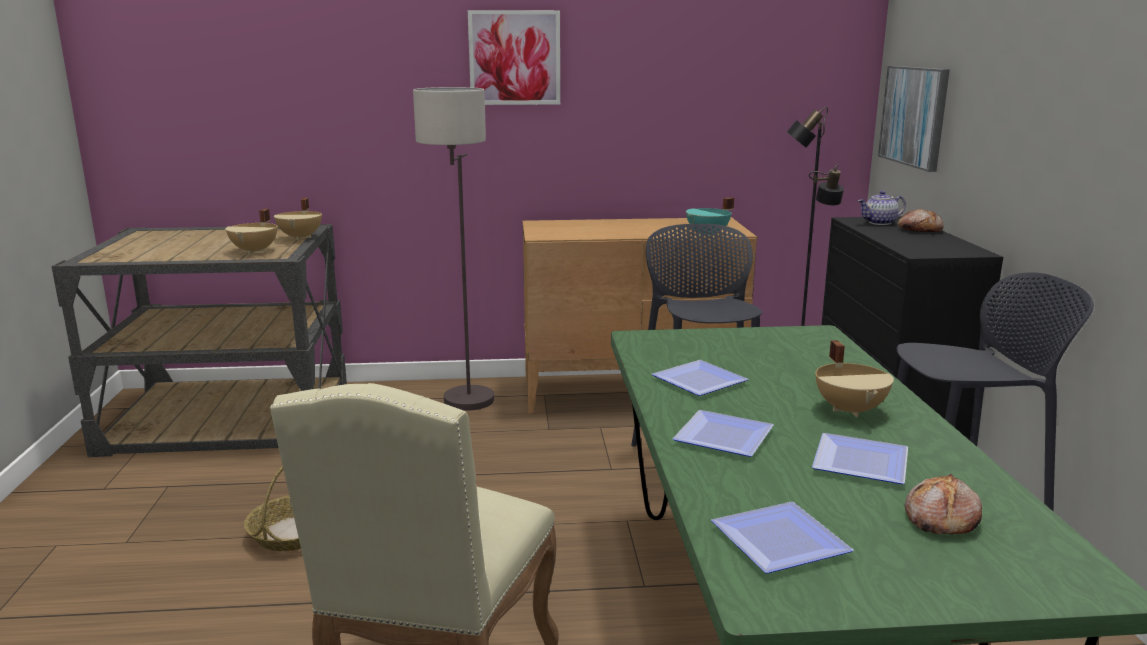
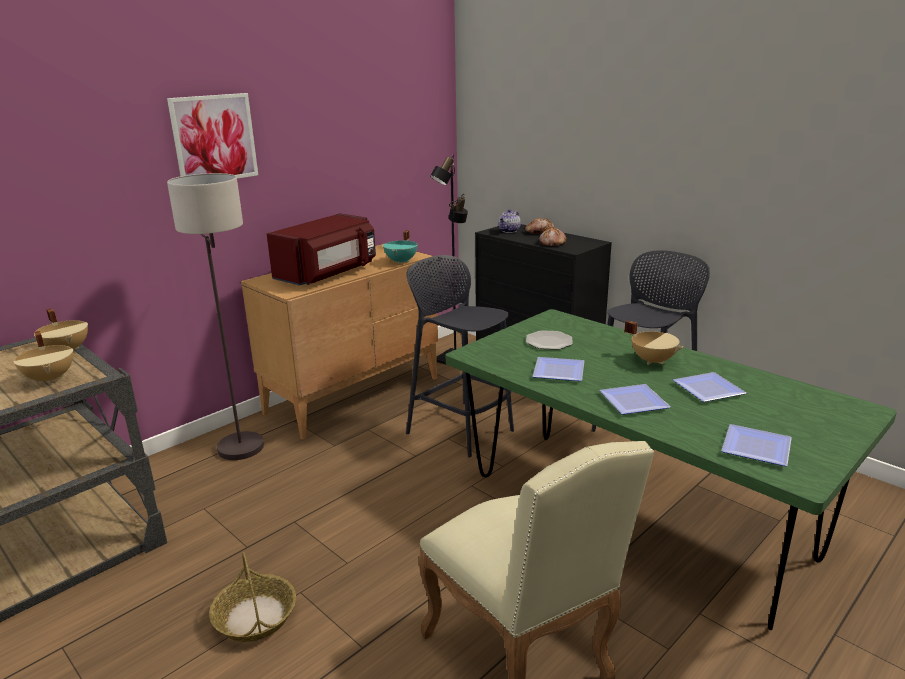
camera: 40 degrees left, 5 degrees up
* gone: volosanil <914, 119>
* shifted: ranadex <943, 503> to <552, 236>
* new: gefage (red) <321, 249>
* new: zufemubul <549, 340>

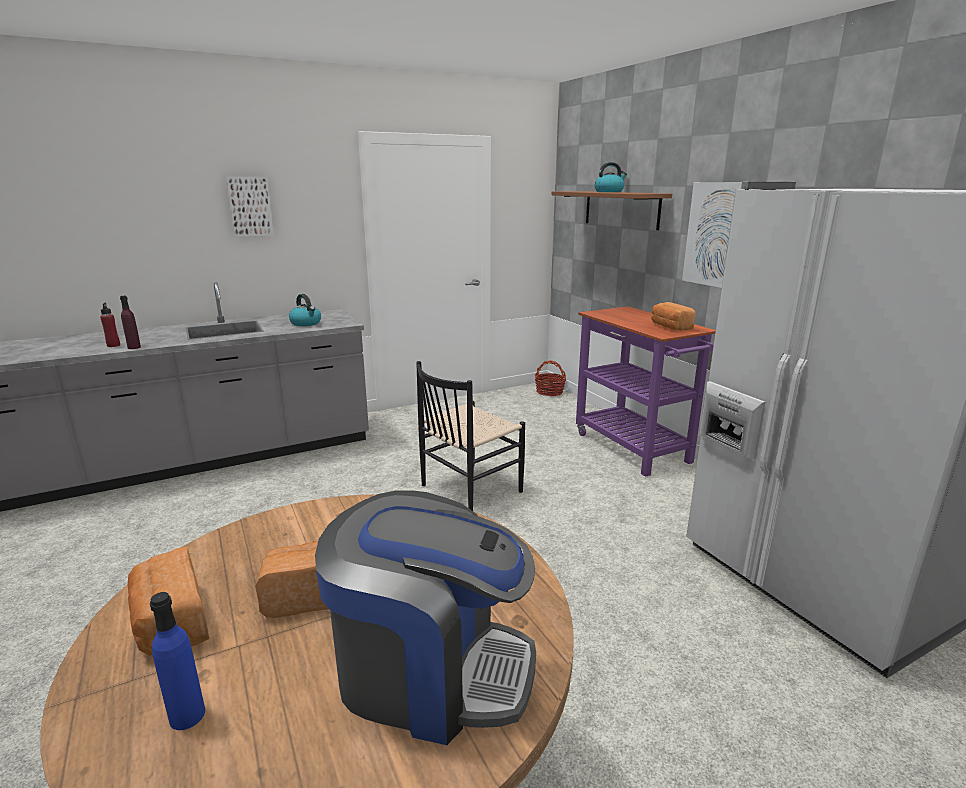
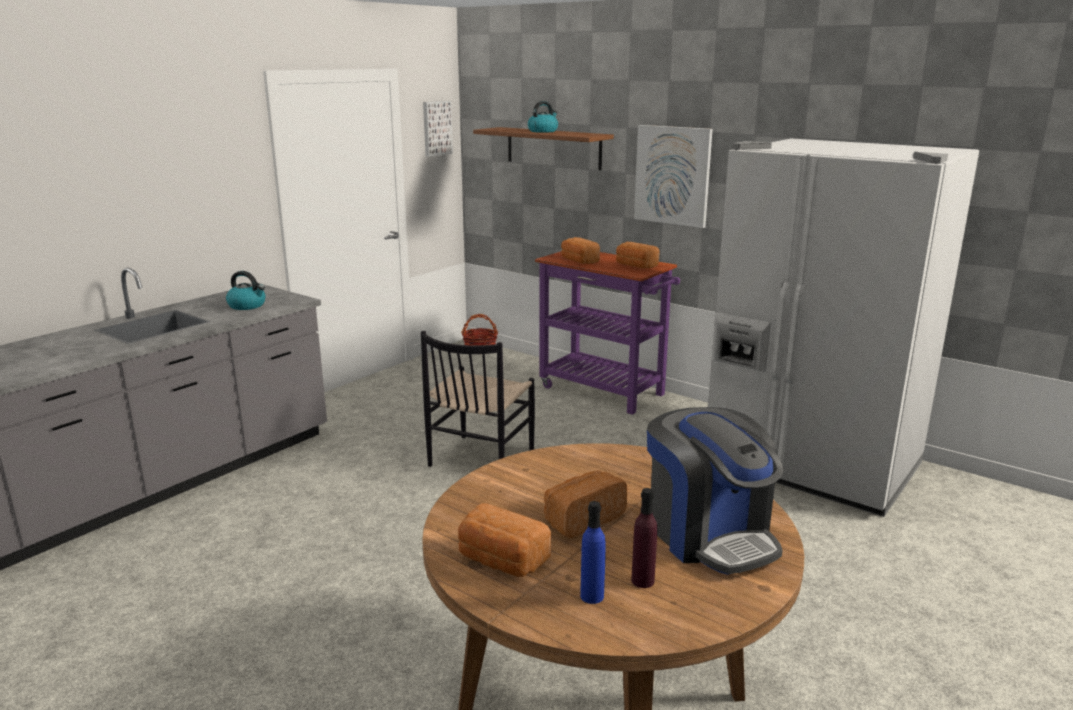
camera: 25 degrees left, 0 degrees up
* shifted: volosanil <250, 207> to <438, 129>
* shifted: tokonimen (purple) <130, 322> to <644, 538>
* gone: tokonimen (red) <110, 325>
* rotated: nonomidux <425, 617> = <715, 491> 75 degrees clockwise
* new: ranadex <580, 250>

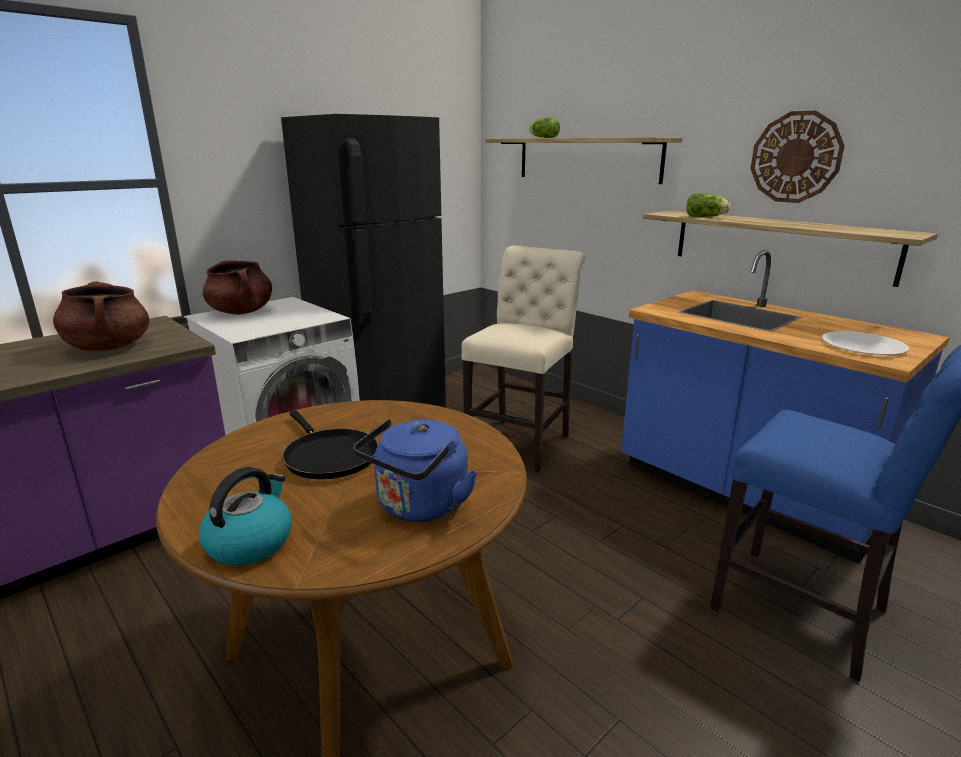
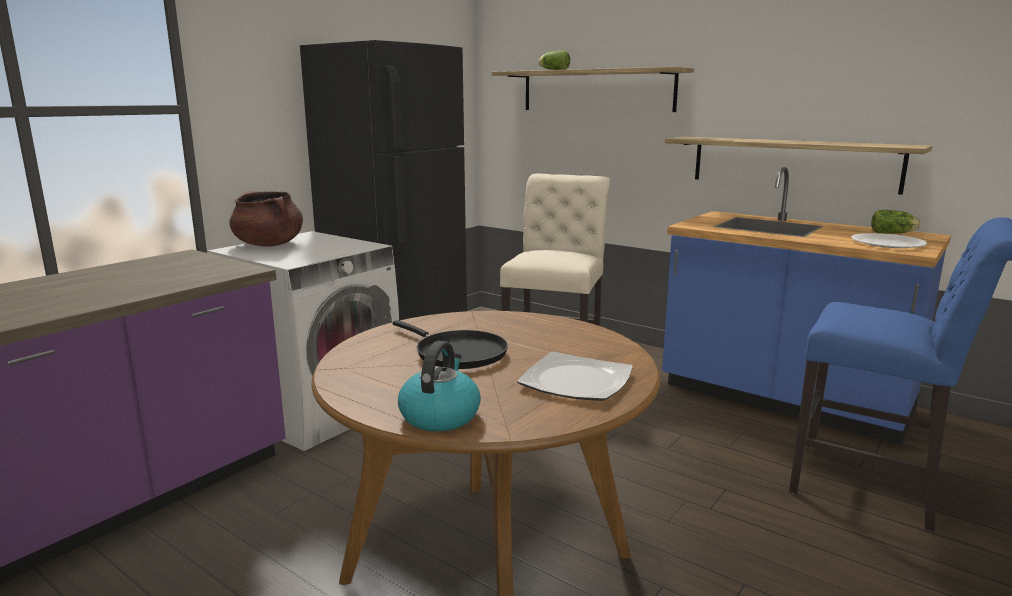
camera: 10 degrees left, 5 degrees down
* gone: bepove <797, 157>
* shifted: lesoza <708, 205> to <895, 222>
* gone: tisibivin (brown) <101, 316>
* swapped: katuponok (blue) <415, 470> to zufemubul <575, 376>

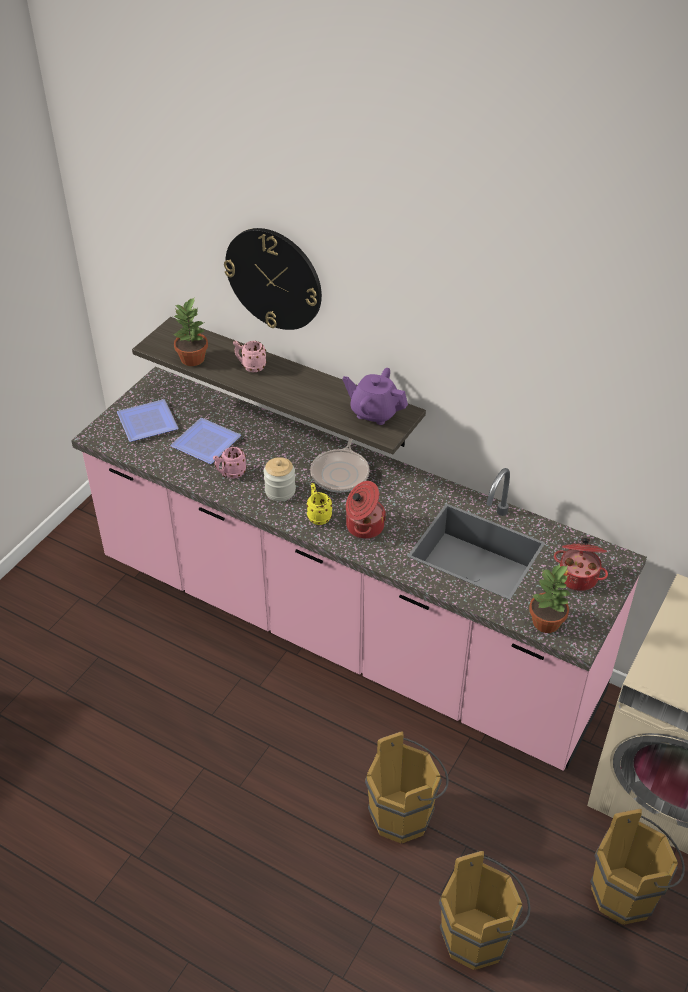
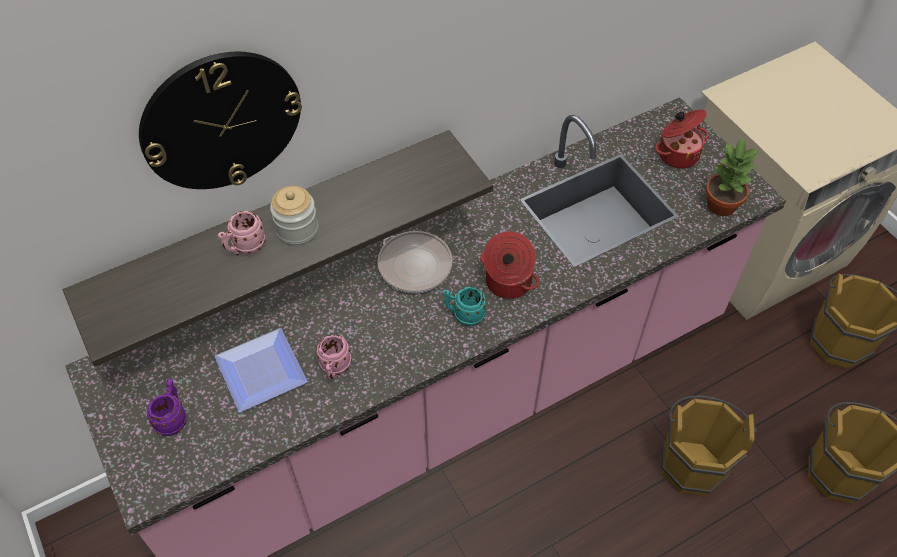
camera: 60 degrees left, 10 degrees up
* gone: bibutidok <190, 332>
* gone: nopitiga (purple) <375, 396>
* swapped: zufemubul <148, 420> to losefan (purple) <167, 407>
* shifted: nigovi <280, 479> to <294, 216>
* repainted: losefan (yellow) <319, 504> to losefan (turquoise) <465, 306>

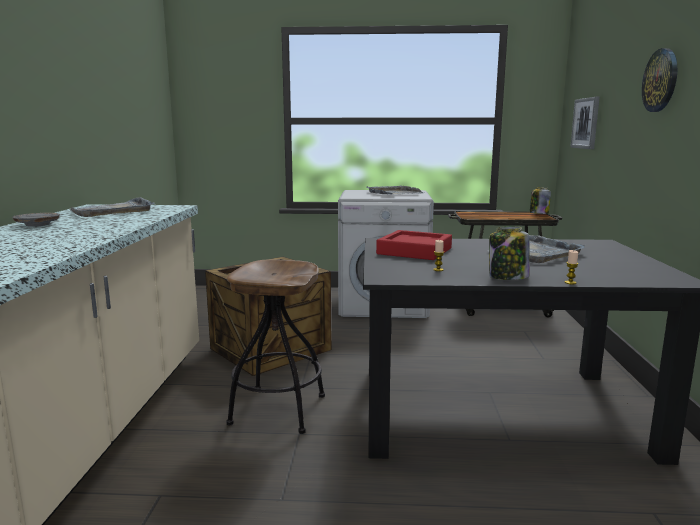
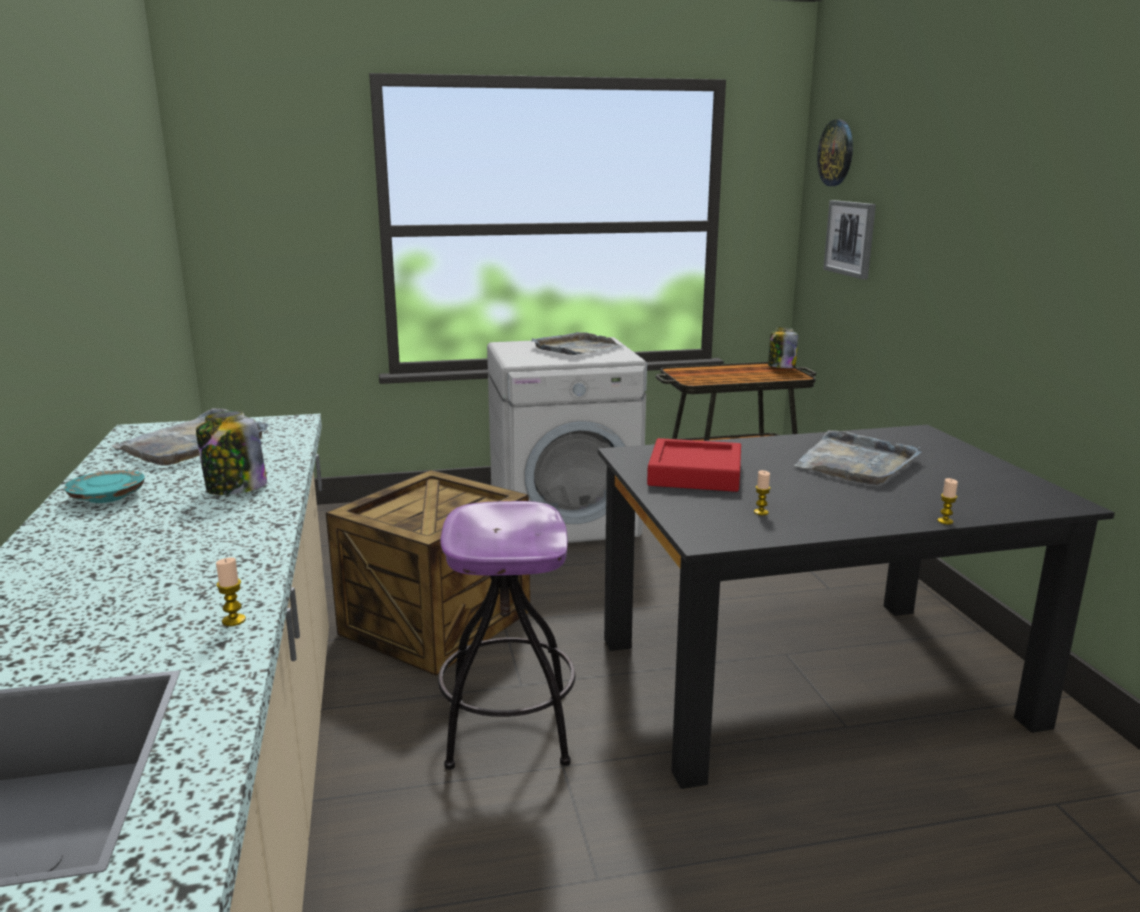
camera: 15 degrees left, 5 degrees up
* shifted: bepove <659, 80> to <835, 153>
* repainted: zufemubul (grey) <36, 220> to zufemubul (turquoise) <104, 486>
* shifted: nigovi <509, 253> to <231, 453>
* repainted: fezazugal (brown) <276, 346> to fezazugal (purple) <507, 635>
* new: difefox <231, 592>

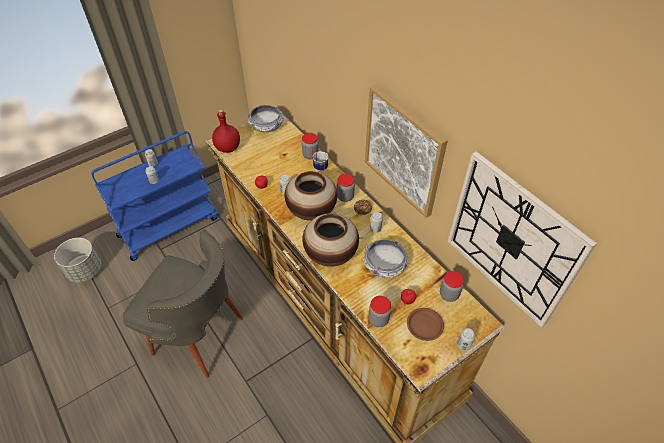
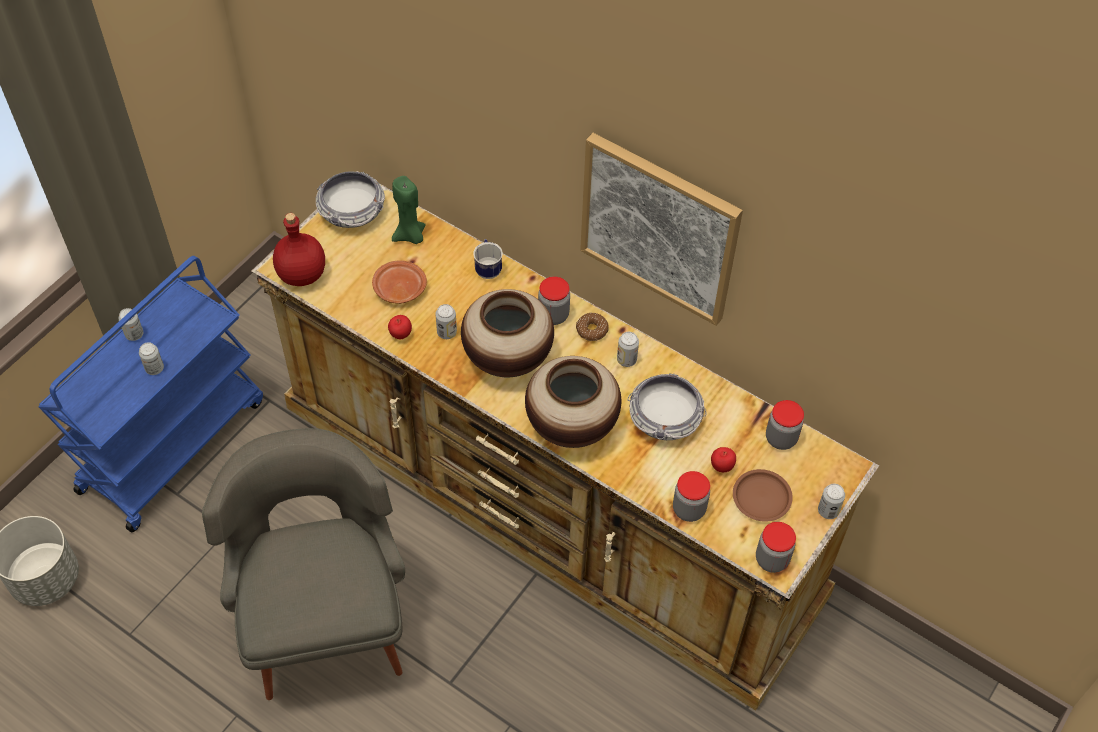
camera: 20 degrees left, 5 degrees up
* shifted: nigovi <310, 146> to <776, 547>
* gone: bepove <522, 239>
* rotated: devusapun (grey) <183, 303> = <303, 564> 105 degrees counterclockwise
* new: difefox (green) <409, 210>
* new: zufemubul (brown) <399, 282>

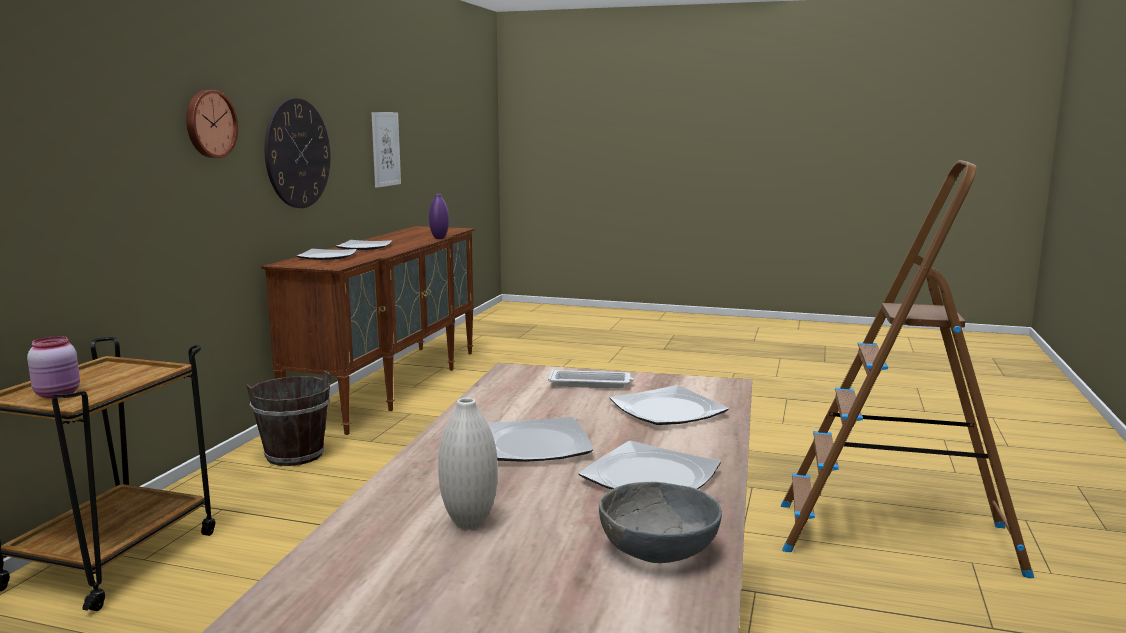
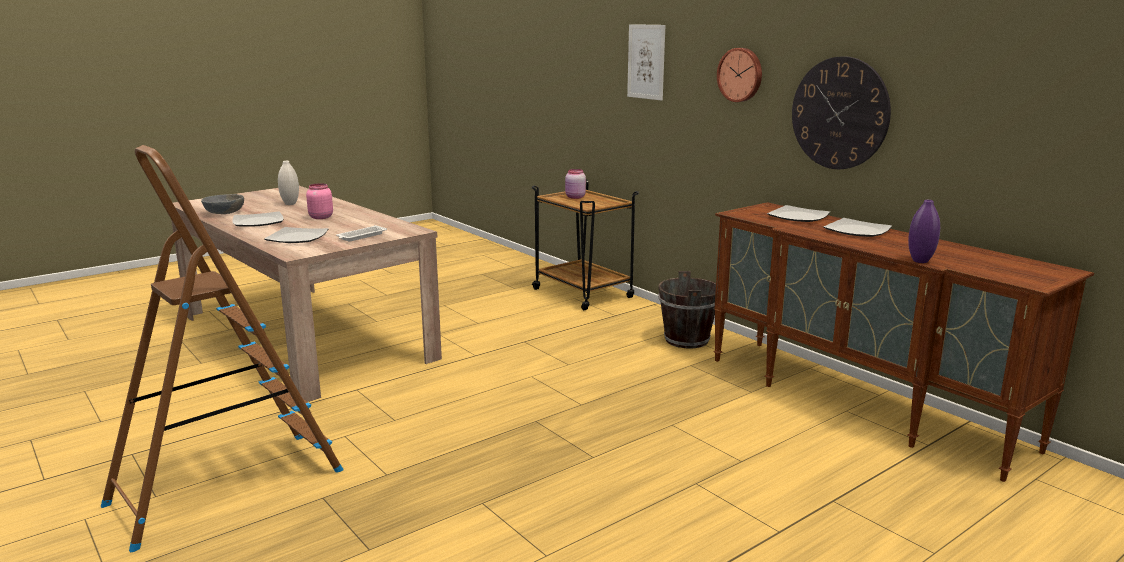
camera: 125 degrees right, 5 degrees up
* shifted: volosanil <386, 150> to <646, 62>
* swapped: zufemubul <540, 439> to nigovi (pink) <319, 201>

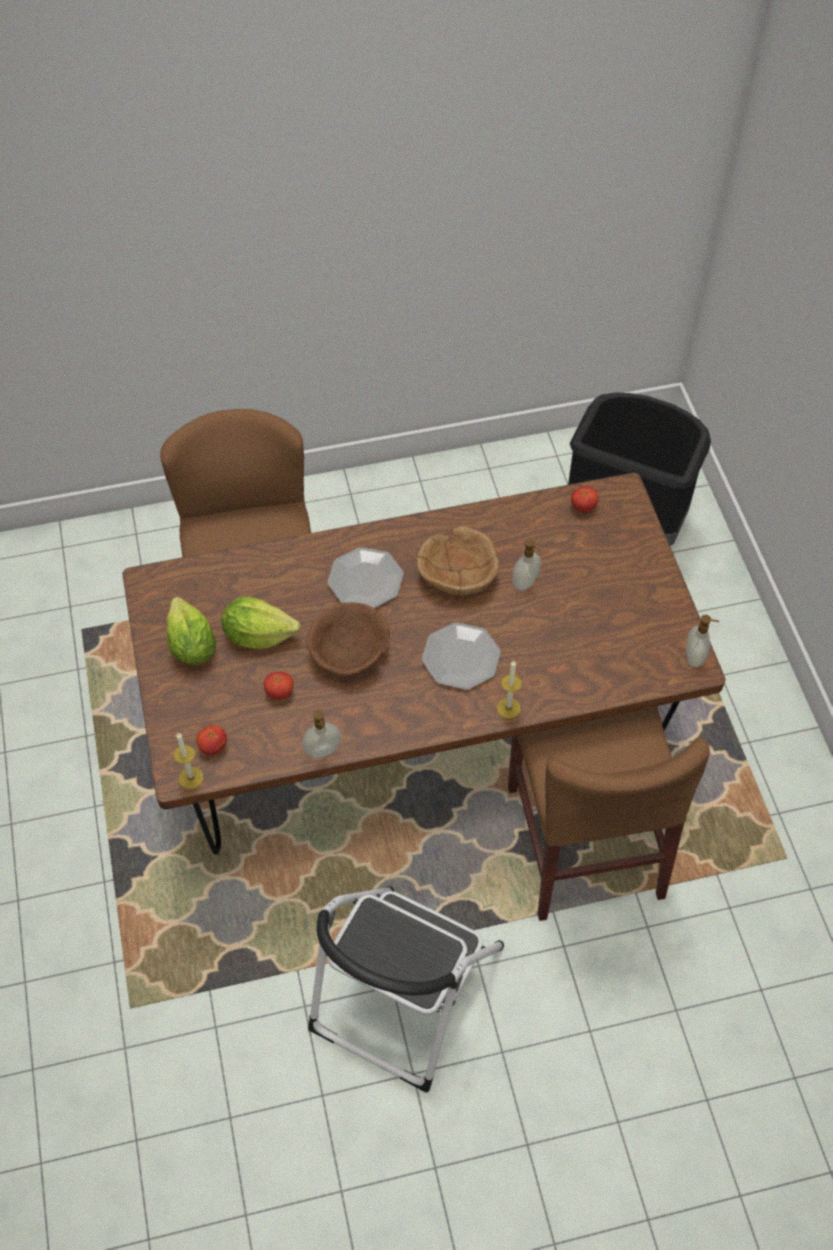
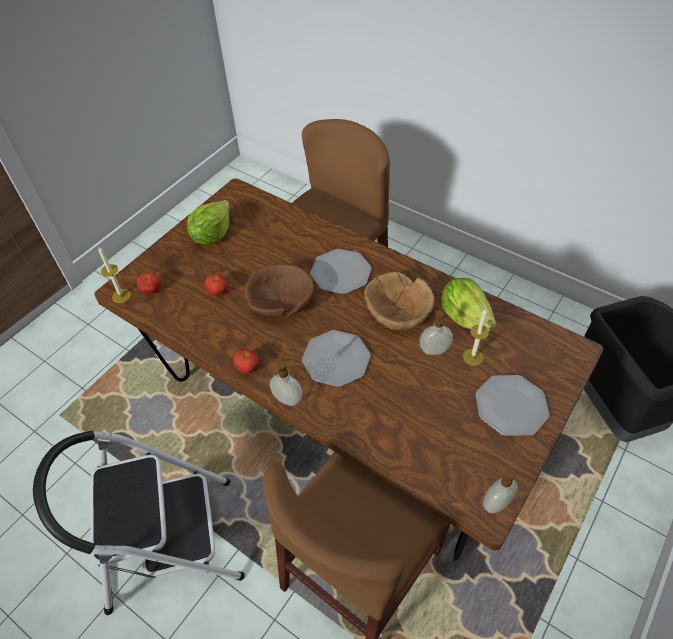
camera: 50 degrees right, 5 degrees down
* shifted: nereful <584, 499> to <246, 361>
* shifted: lesoza <261, 623> to <469, 304>
* shifted: difefox <509, 690> to <476, 337>
* shifted: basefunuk <321, 734> to <286, 383>
* new: zufemubul <512, 405>

